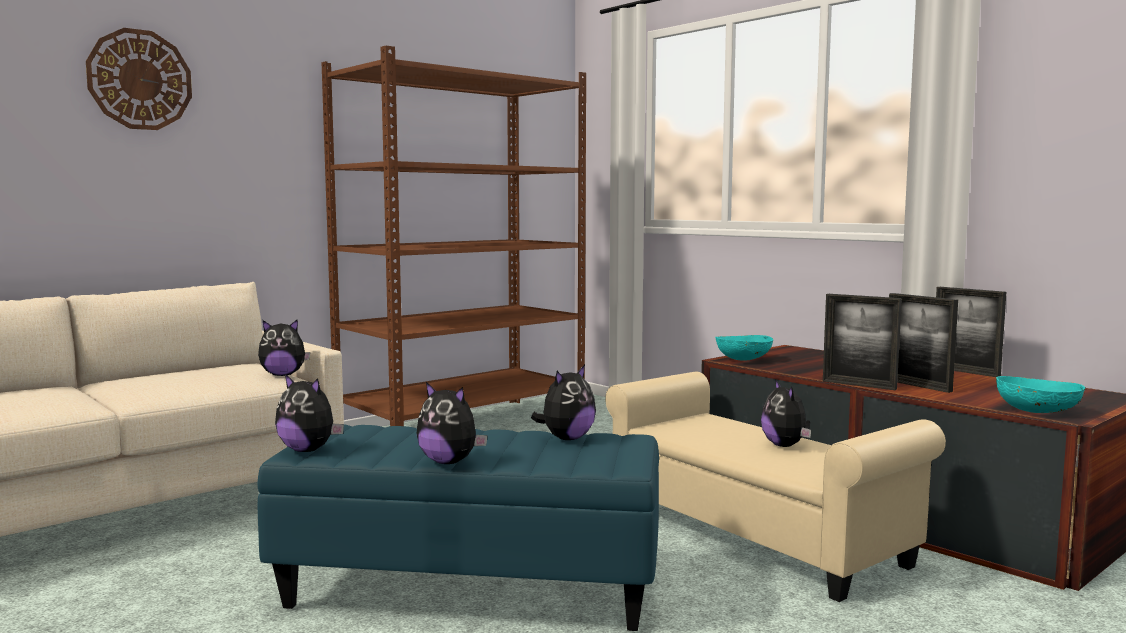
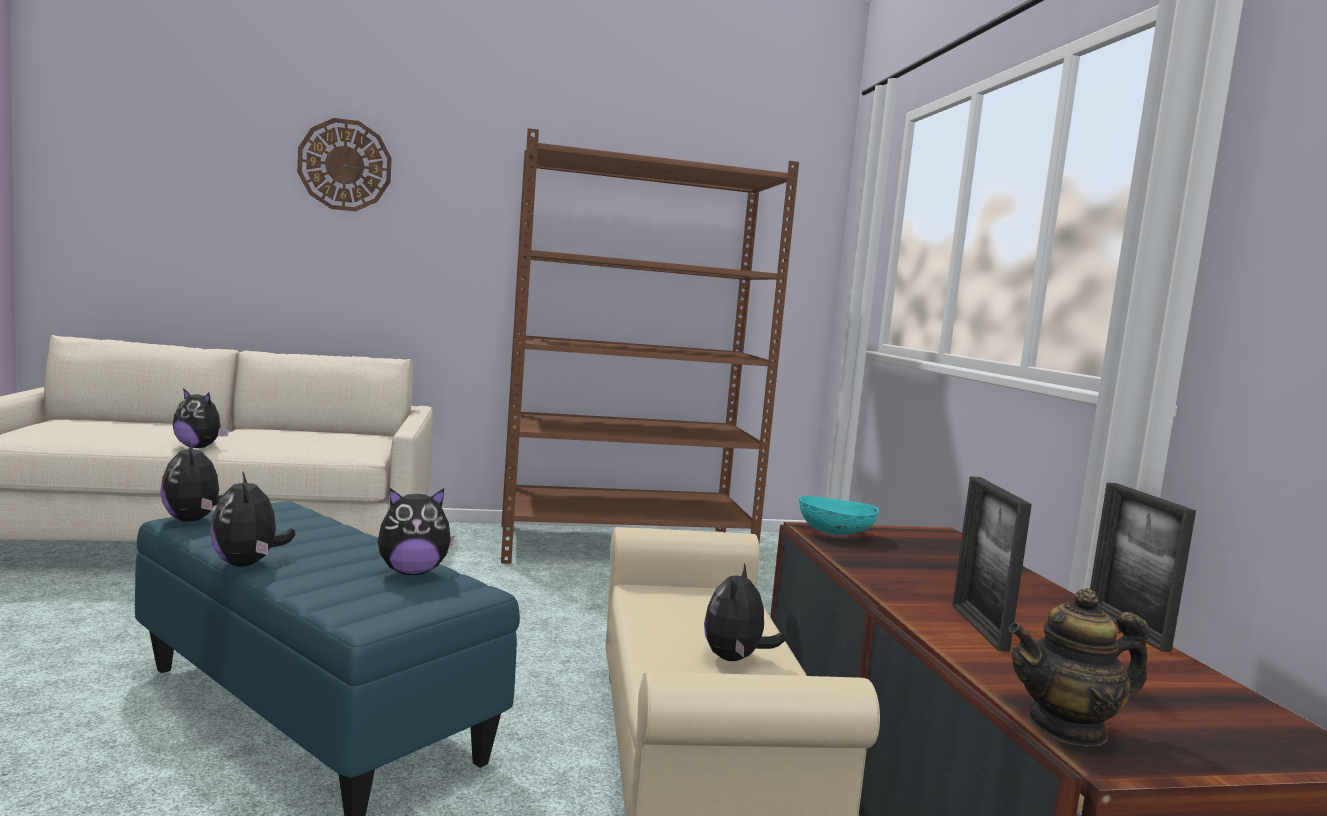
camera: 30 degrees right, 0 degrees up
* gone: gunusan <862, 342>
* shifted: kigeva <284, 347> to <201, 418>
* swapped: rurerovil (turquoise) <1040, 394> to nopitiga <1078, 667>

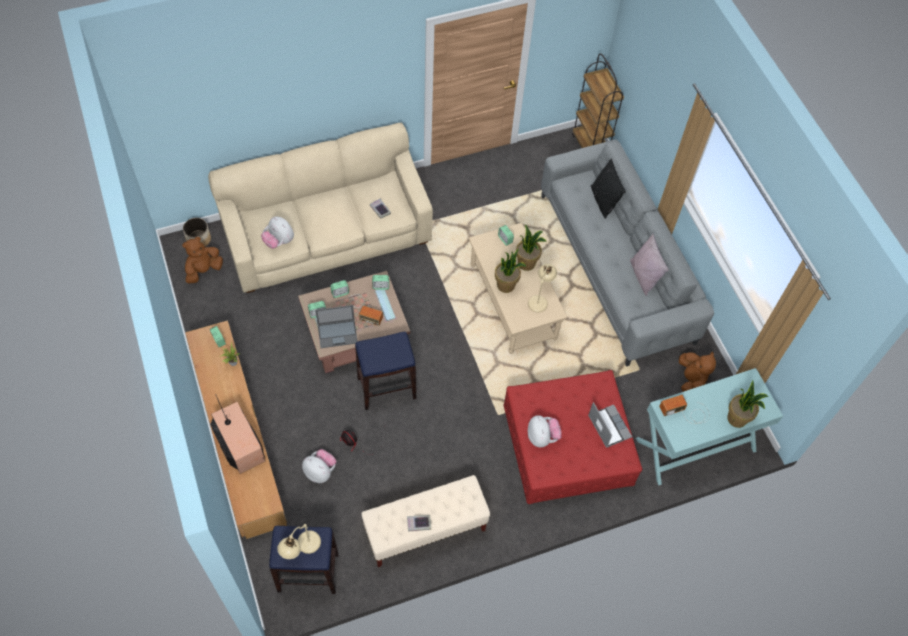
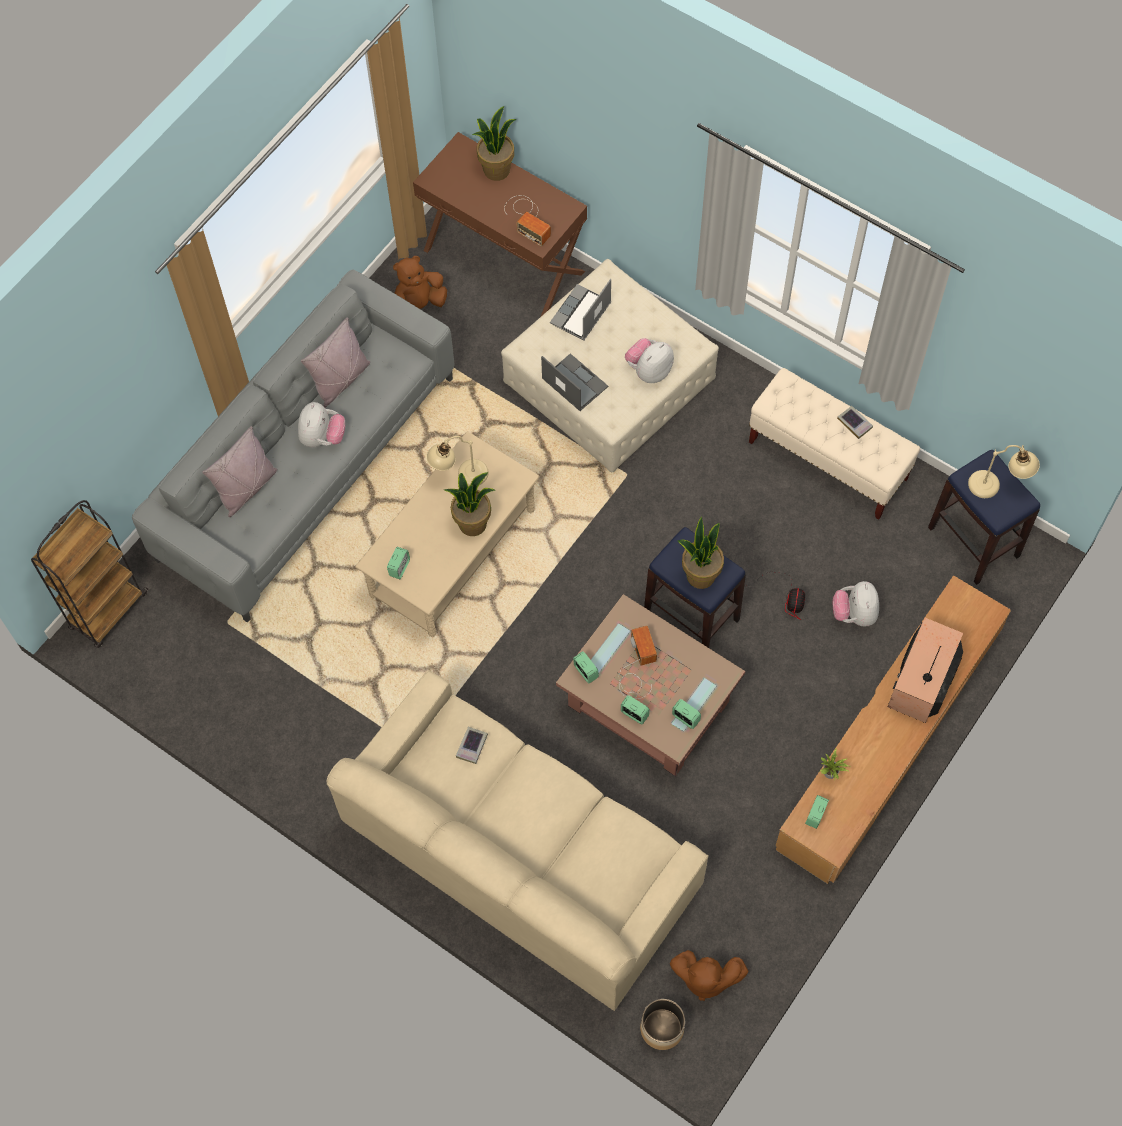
camera: 120 degrees left, 5 degrees up
* repainted: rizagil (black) <608, 188> to rizagil (purple) <239, 471>
* shifted: kigeva <277, 232> to <321, 424>
* shifted: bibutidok <531, 247> to <701, 552>
* shifted: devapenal <336, 326> to <574, 382>
* repainted: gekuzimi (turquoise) <709, 426> to gekuzimi (brown) <500, 224>
* repainted: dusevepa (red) <572, 437> to dusevepa (beige) <610, 365>

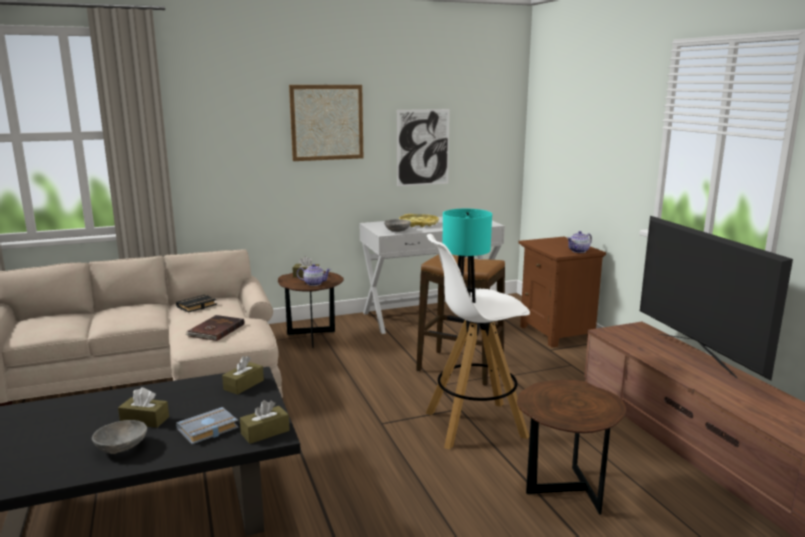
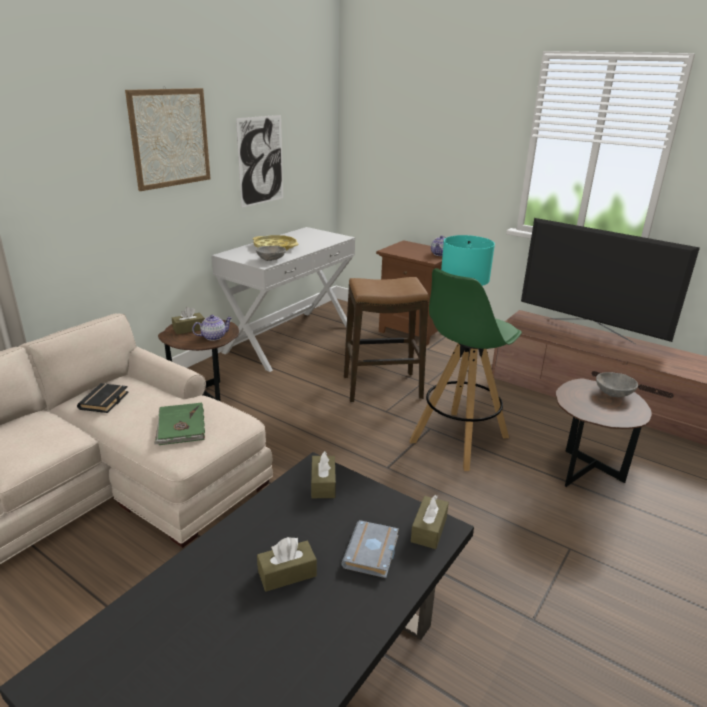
camera: 35 degrees left, 10 degrees up
* repainted: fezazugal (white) <477, 342> to fezazugal (green) <465, 369>
* repainted: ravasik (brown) <214, 328> to ravasik (green) <179, 423>
* shifted: rurerovil (grey) <119, 437> to <617, 384>

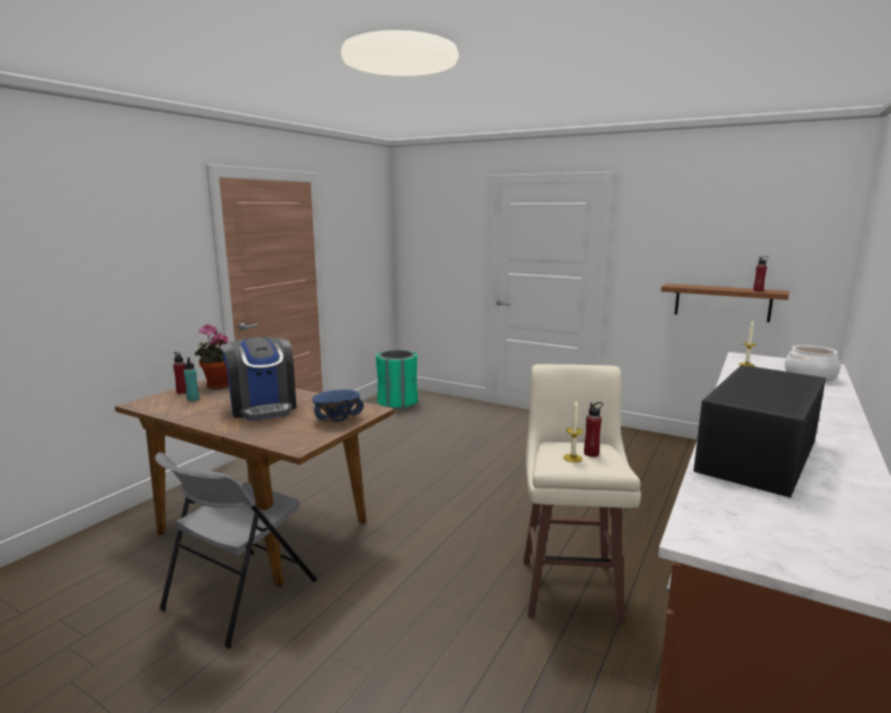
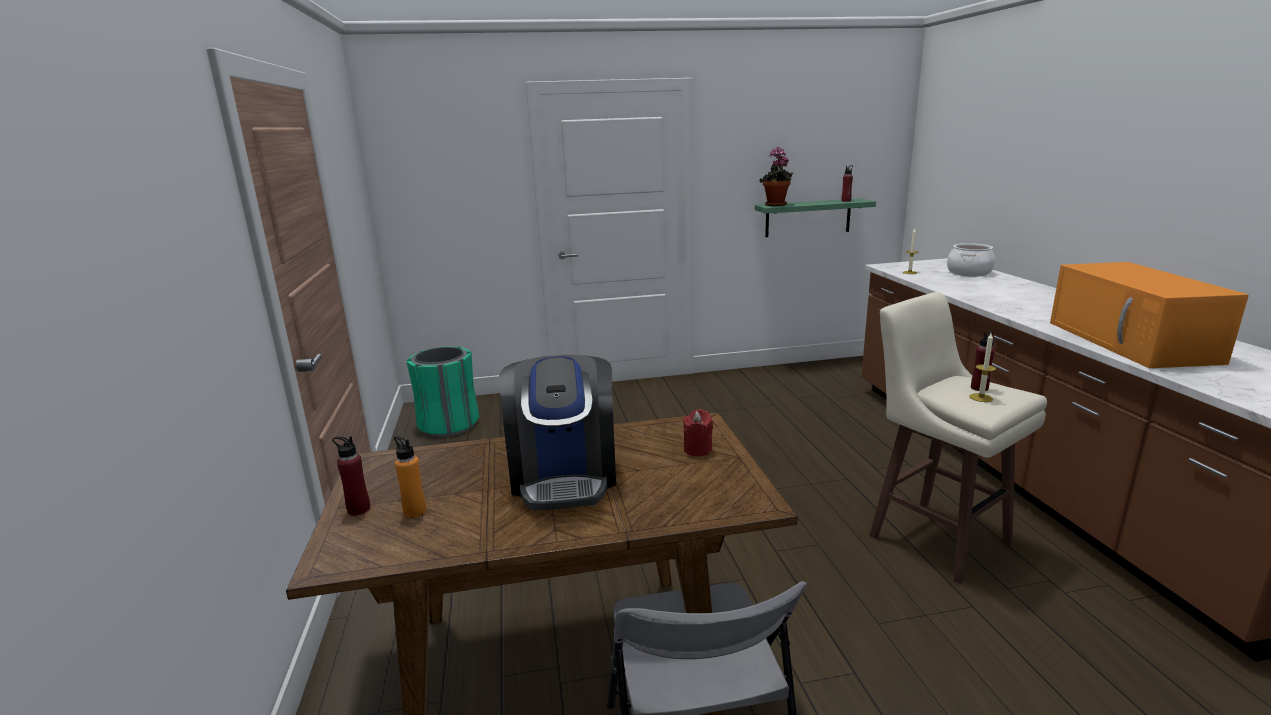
camera: 40 degrees left, 5 degrees up
* repainted: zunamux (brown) <725, 303> to zunamux (green) <815, 218>
* shifted: bibutidok <211, 356> to <776, 176>
* rotated: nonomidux <259, 379> = <557, 432> 60 degrees clockwise
* repainted: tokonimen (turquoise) <191, 379> to tokonimen (orange) <410, 477>
* repainted: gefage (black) <759, 431> to gefage (orange) <1149, 315>
* swapped: rurerovil (blue) <338, 405> to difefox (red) <698, 432>

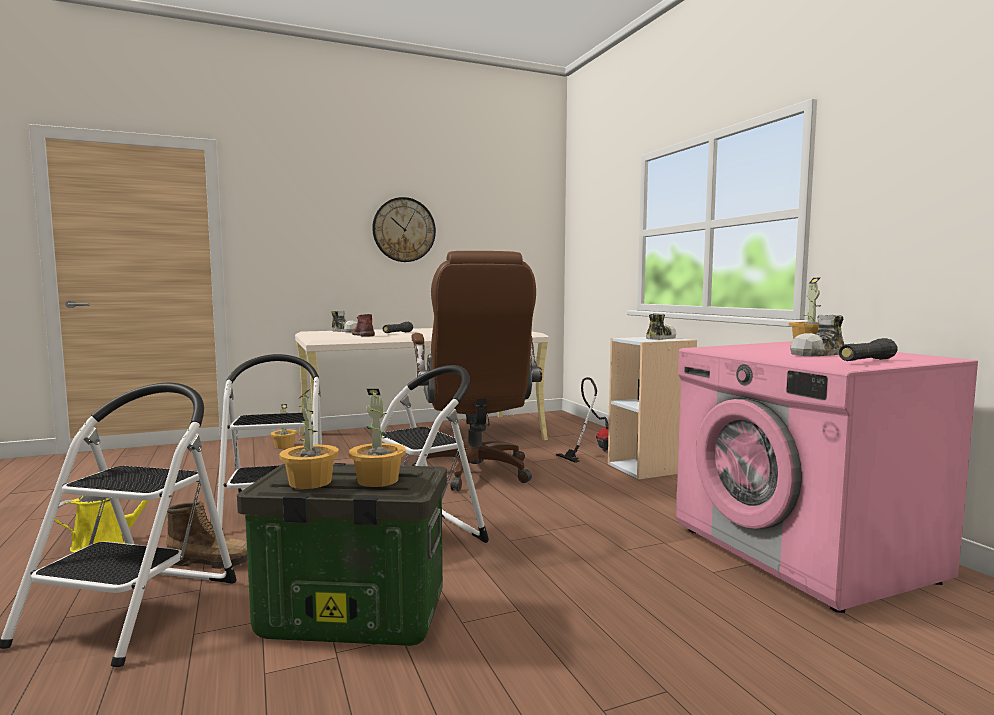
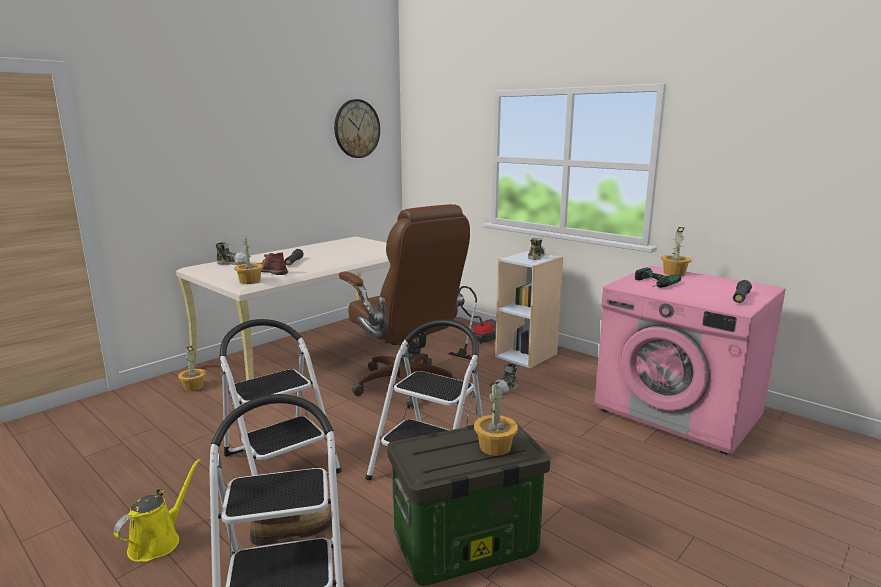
camera: 25 degrees left, 10 degrees up
* shifted: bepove <404, 229> to <357, 128>
* shifted: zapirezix <817, 335> to <504, 379>
* shifted: bibutidok <309, 439> to <248, 260>
* new: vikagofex <658, 278>

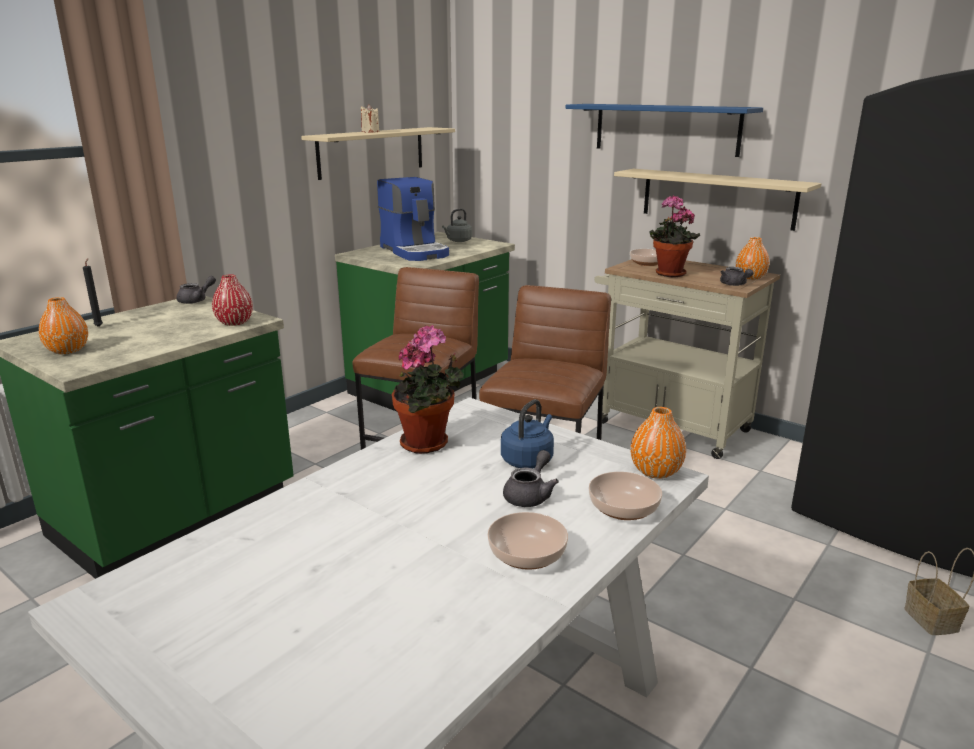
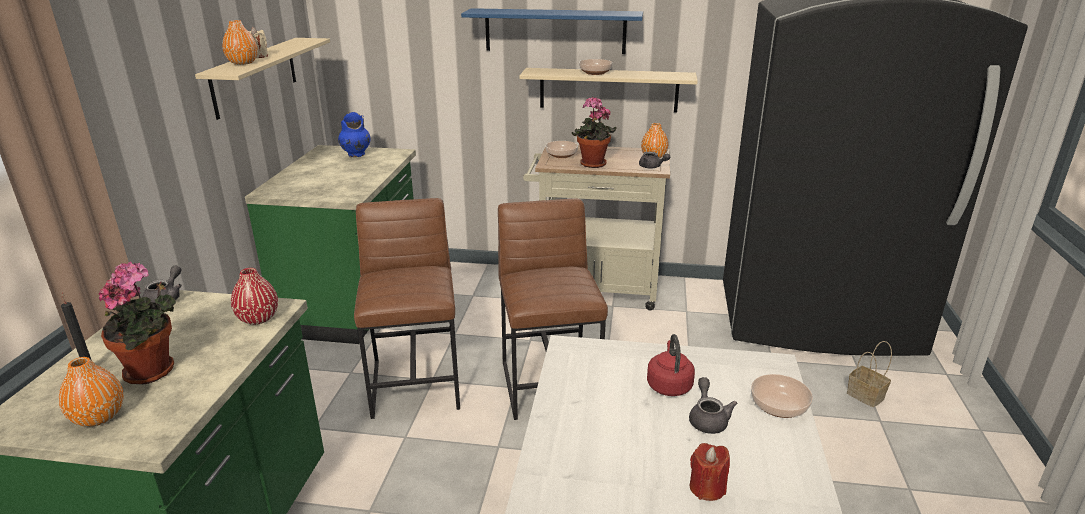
camera: 30 degrees left, 5 degrees up
* gone: nonomidux <413, 219>
* swapped: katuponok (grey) <457, 225> to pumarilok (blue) <354, 134>
* shifted: bibutidok <428, 389> to <137, 322>
* repainted: katuponok (blue) <527, 434> to katuponok (red) <671, 365>
* shifted: pumarilok (orange) <658, 443> to <240, 42>
* shifted: rurerovil <527, 541> to <595, 67>
* new: difefox (red) <710, 472>

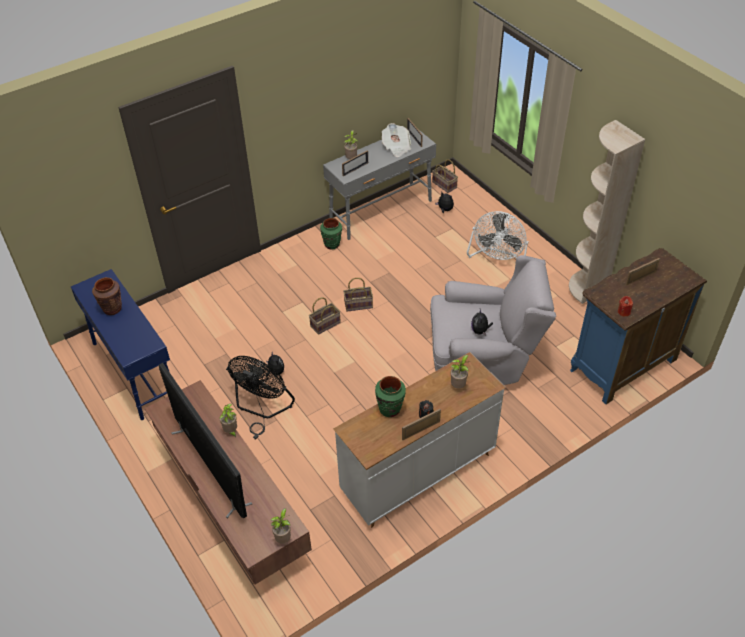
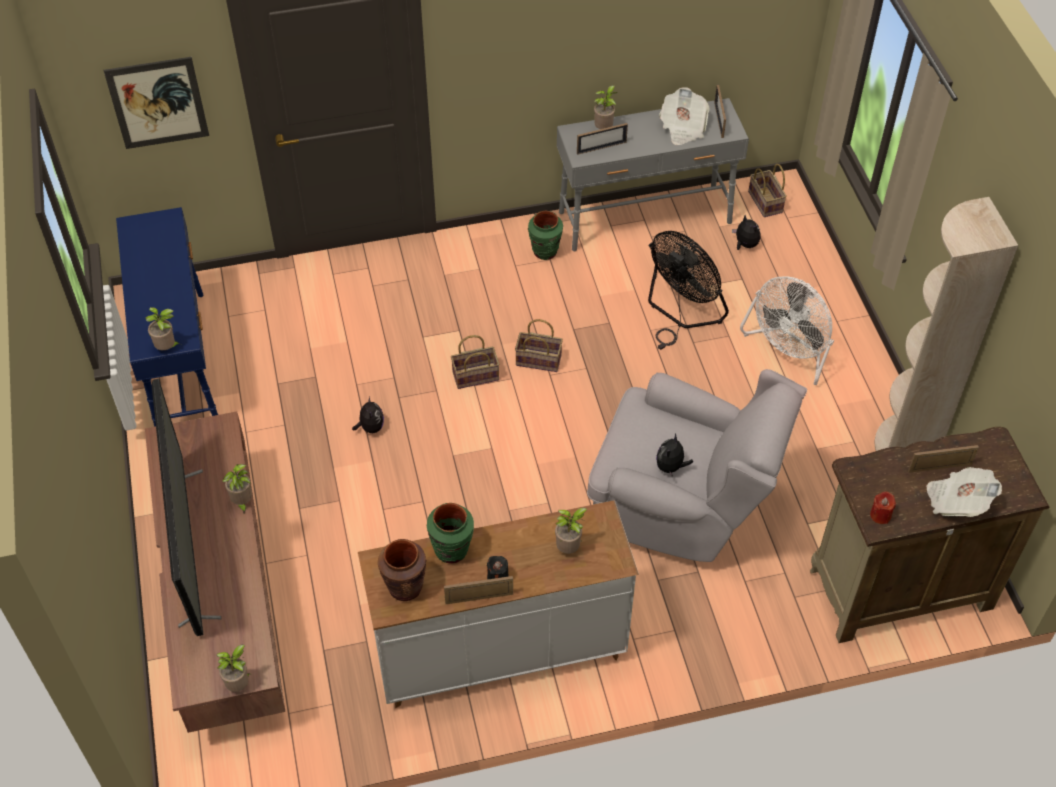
camera: 20 degrees right, 5 degrees up
* repainted: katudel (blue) <638, 326> to katudel (beige) <929, 535>
* shifted: pumarilok (brown) <107, 296> to <402, 570>
* shifted: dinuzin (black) <260, 397> to <688, 290>
* new: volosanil <156, 103>
* new: bibutidok <163, 328>
* new: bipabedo <964, 492>

